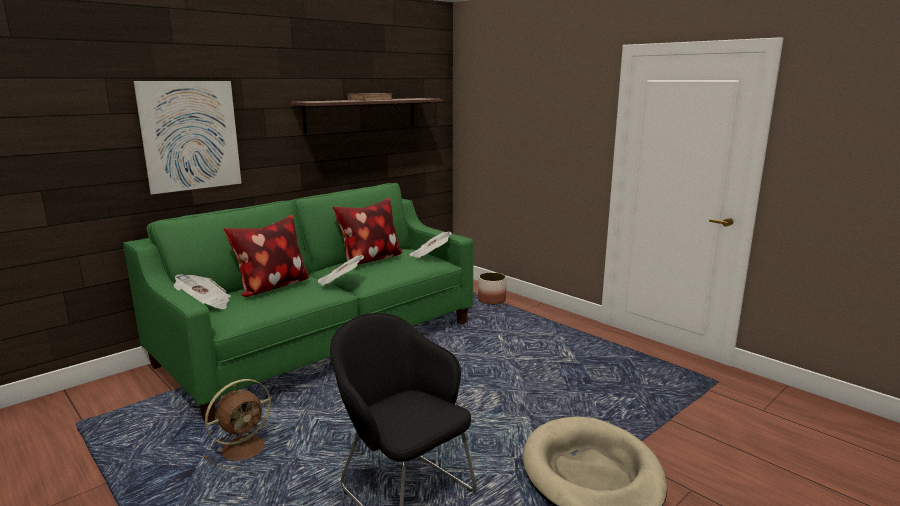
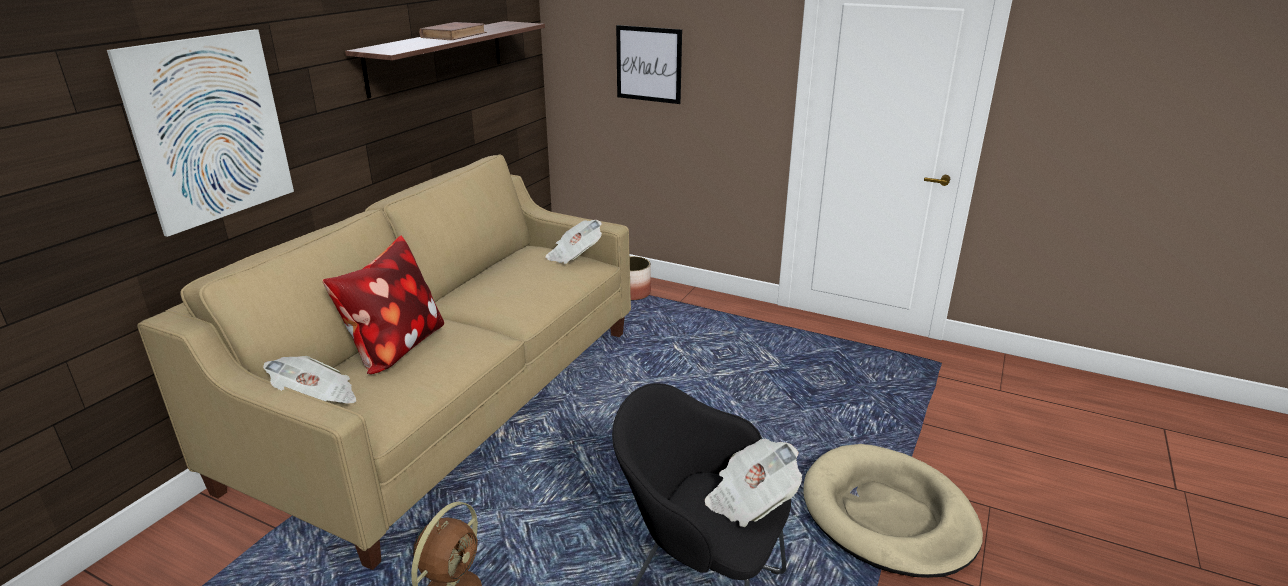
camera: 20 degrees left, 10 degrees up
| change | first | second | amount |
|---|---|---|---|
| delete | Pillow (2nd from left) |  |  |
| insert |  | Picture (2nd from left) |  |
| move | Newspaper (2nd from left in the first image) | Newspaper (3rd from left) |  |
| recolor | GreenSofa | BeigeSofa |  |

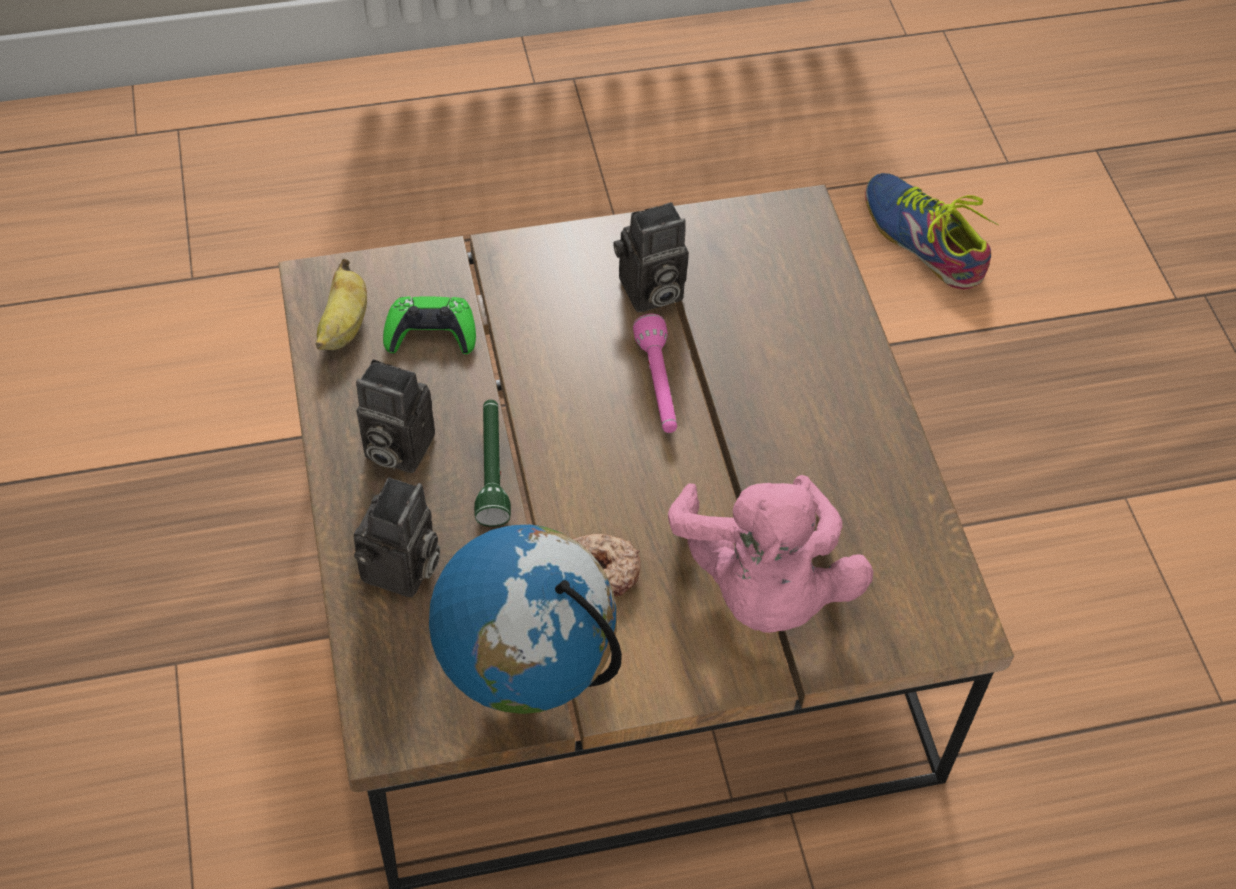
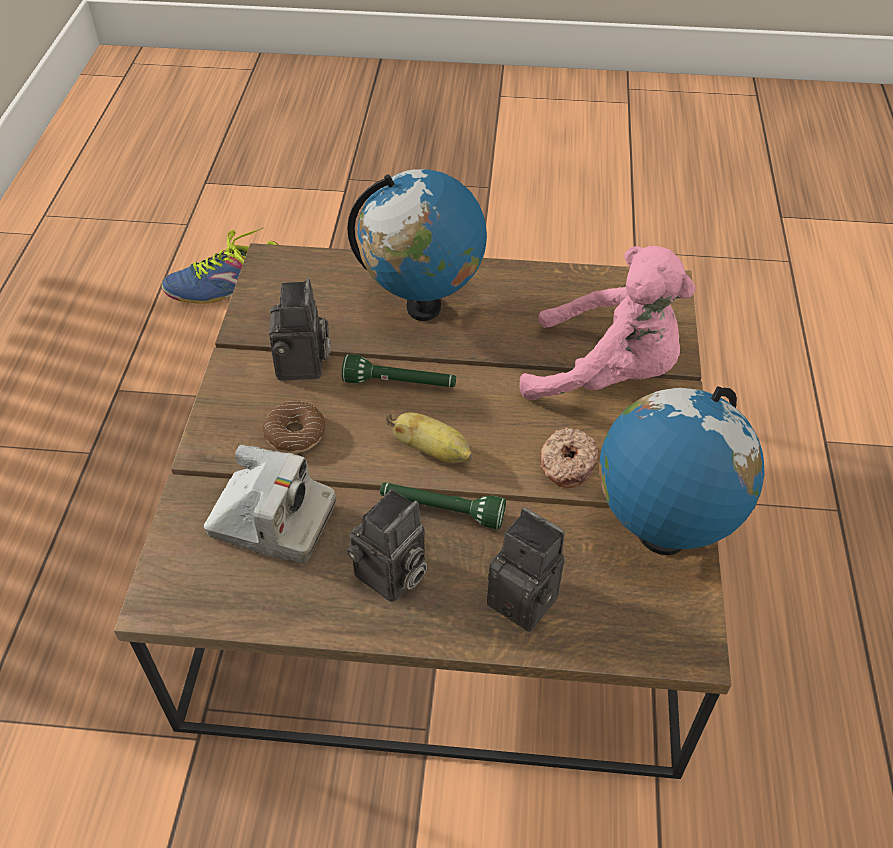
camera: 70 degrees left, 5 degrees down
| change | first | second | amount |
|---|---|---|---|
| insert |  | Donut (1st from left) |  |
| insert |  | Globe (1st from left) |  |
| move | Banana |  |  |
| replace | GreenGameController | PhotoCamera (1st from left) |  |
| recolor | PinkFlashlight | GreenFlashlight (1st from left) |  |

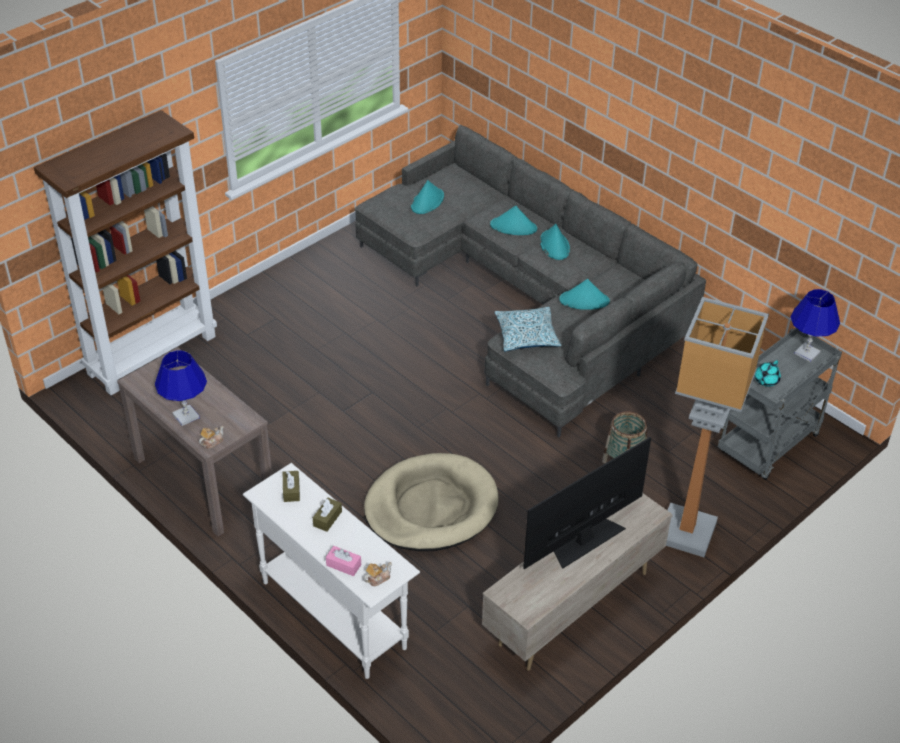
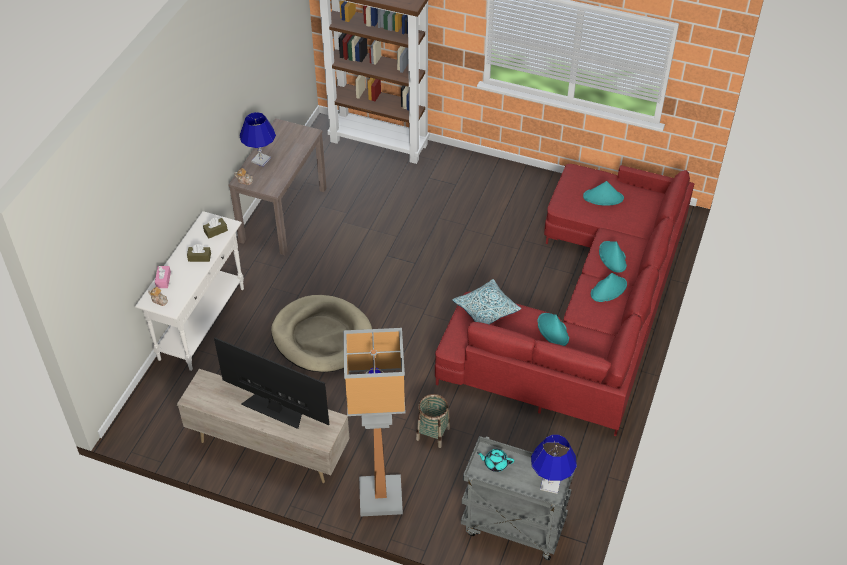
camera: 65 degrees right, 5 degrees up
| change | first | second | amount |
|---|---|---|---|
| recolor | GreySofa | RedSofa |  |

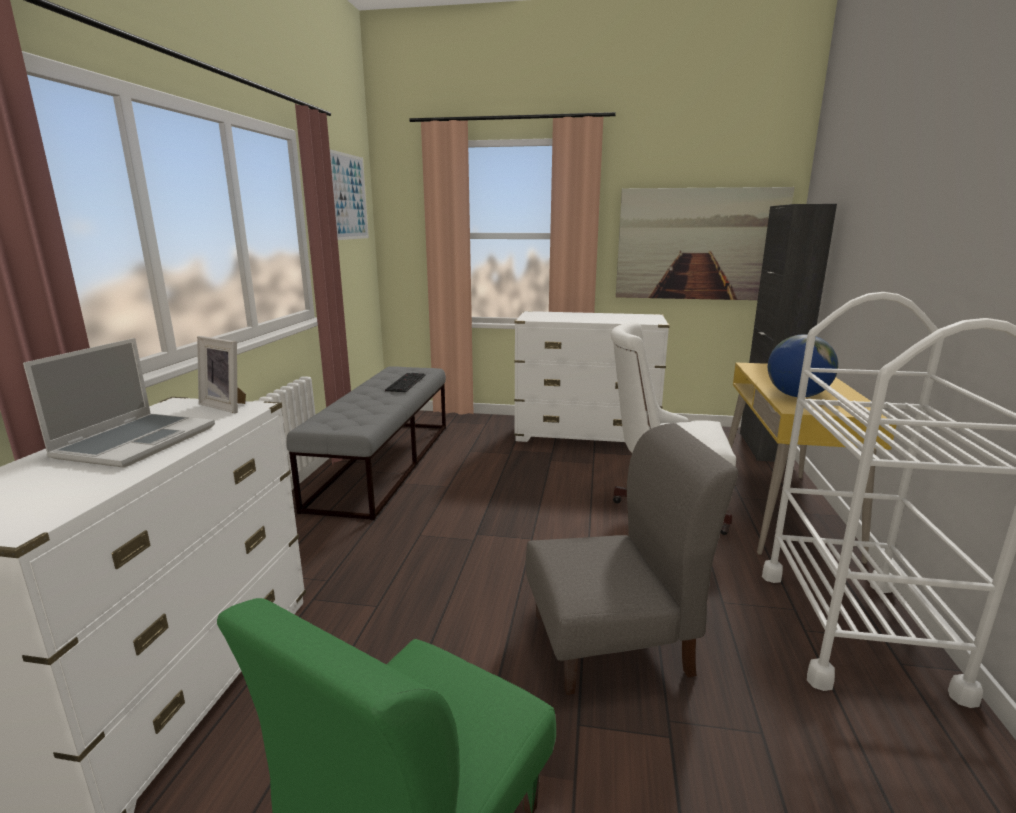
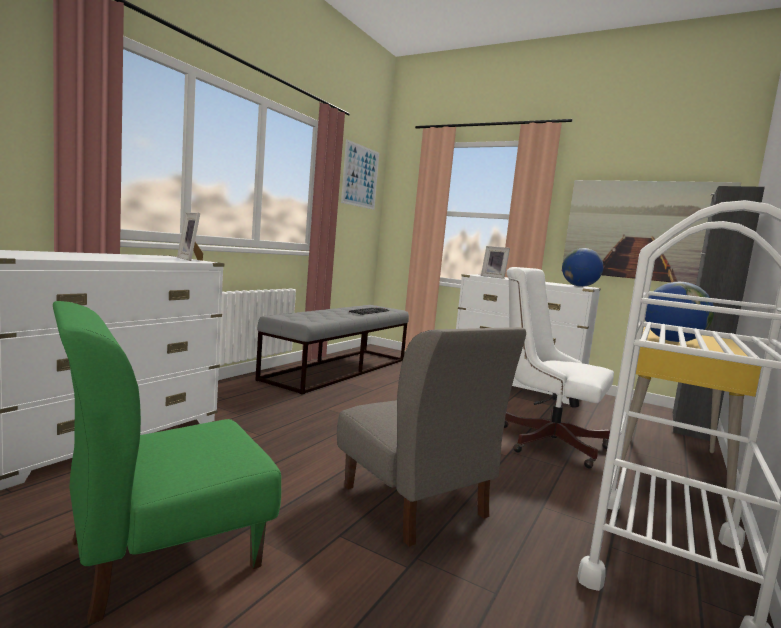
camera: 20 degrees right, 10 degrees down
| change | first | second | amount |
|---|---|---|---|
| delete | Laptop |  |  |
| insert |  | PictureFrame (2nd from left) |  |
| insert |  | Globe (1st from left) |  |
| rotate | GreyChair |  | 45 degrees clockwise |

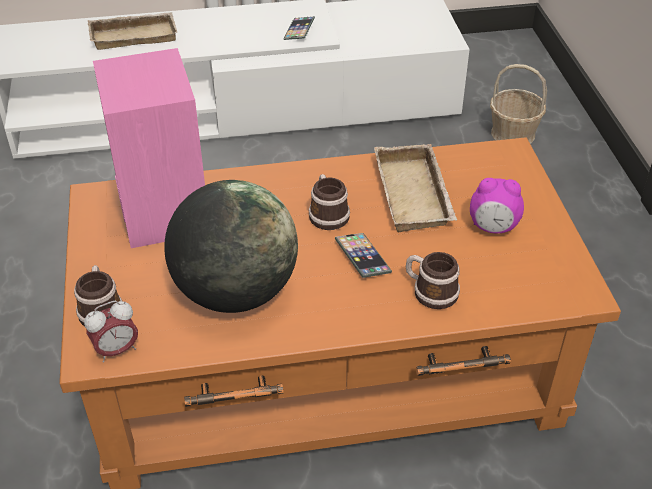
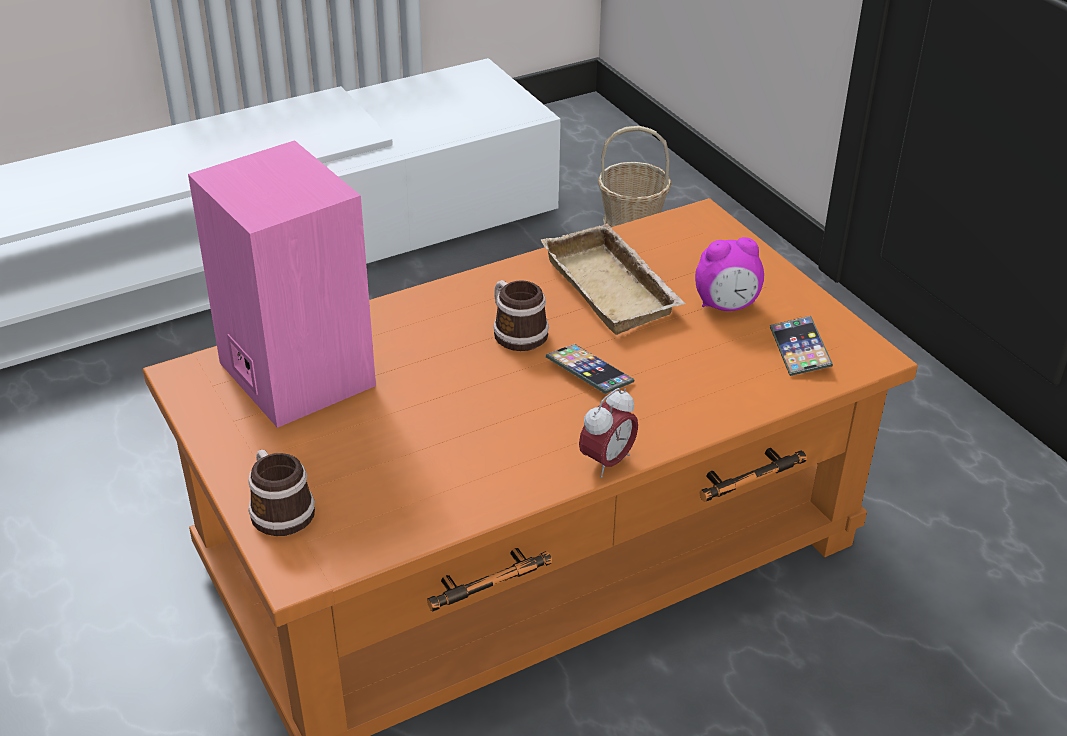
camera: 20 degrees left, 5 degrees down
| change | first | second | amount |
|---|---|---|---|
| delete | BeigeTray (1st from left) |  |  |
| delete | Globe |  |  |
| delete | Mug (3rd from left) |  |  |
| move | AlarmClock (1st from left) |  |  |
| move | Phone (1st from left in the first image) | Phone (2nd from left) |  |

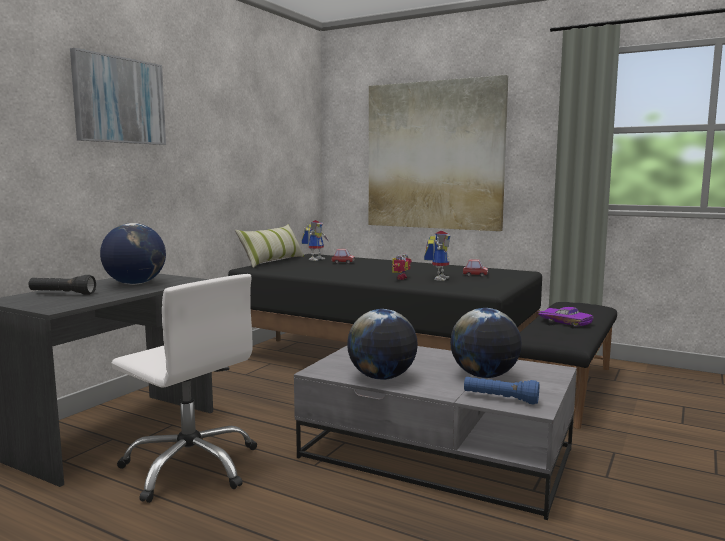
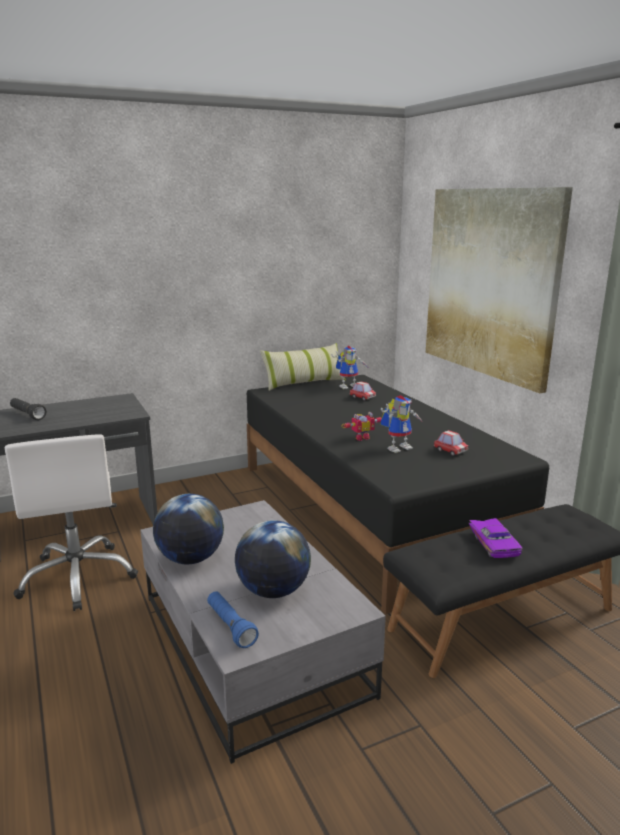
camera: 35 degrees right, 10 degrees up
| change | first | second | amount |
|---|---|---|---|
| delete | Picture (1st from left) |  |  |
| delete | Globe (1st from left) |  |  |

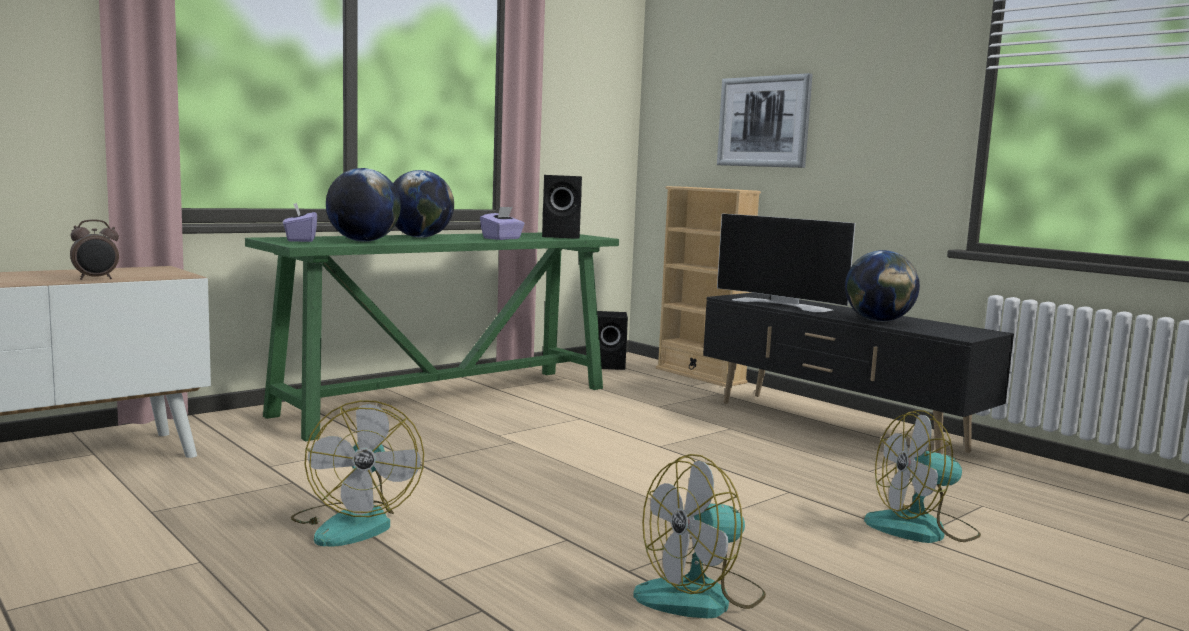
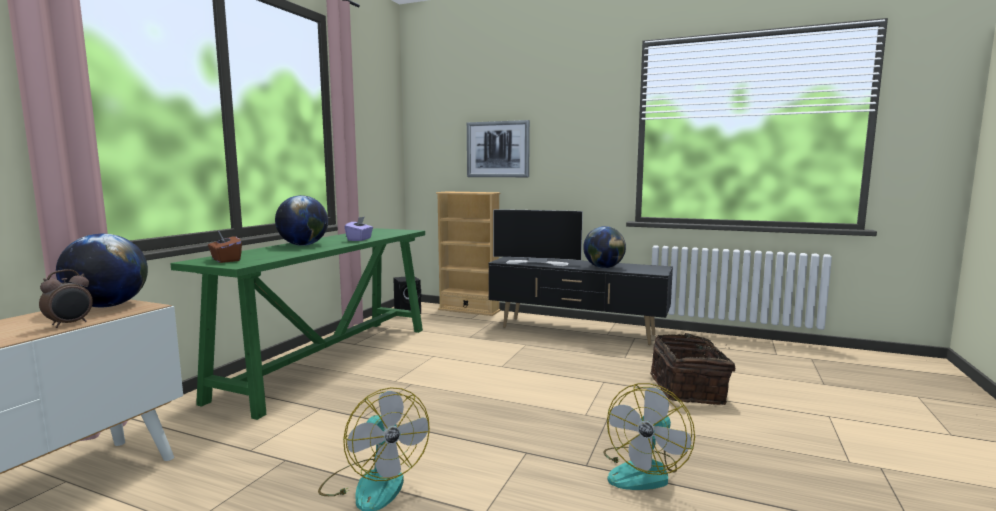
camera: 25 degrees left, 0 degrees up
| change | first | second | amount |
|---|---|---|---|
| delete | BlackSpeaker (1st from left) |  |  |
| move | Globe (1st from left) |  |  |
| replace | Fan (3rd from left) | Basket |  |
| recolor | PurpleTissueBox (1st from left) | BrownTissueBox |  |

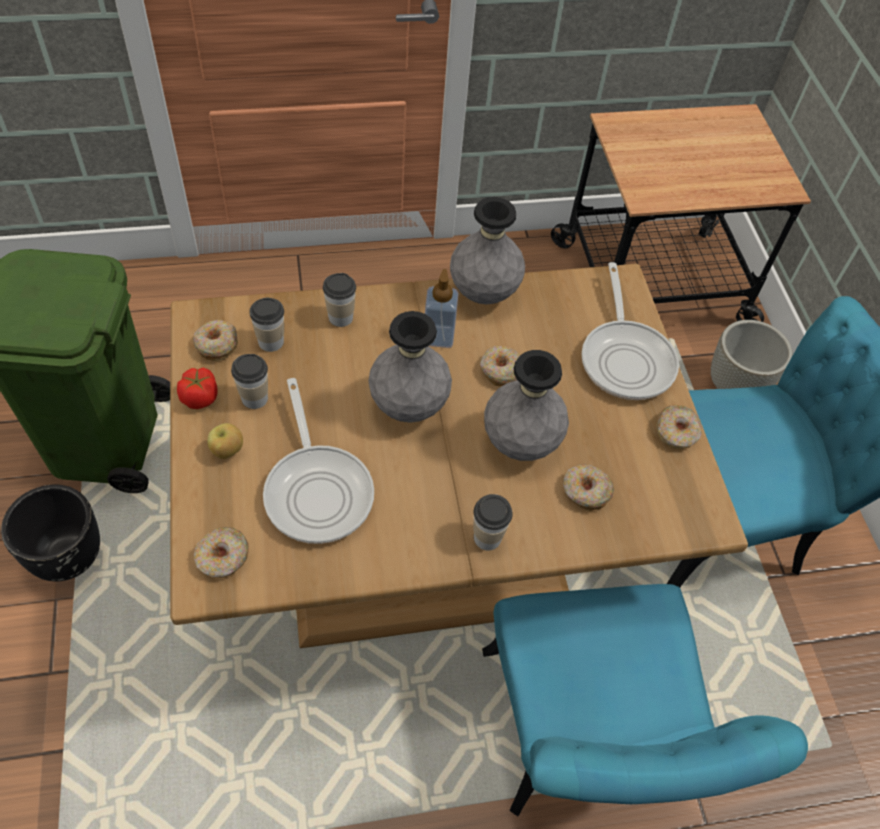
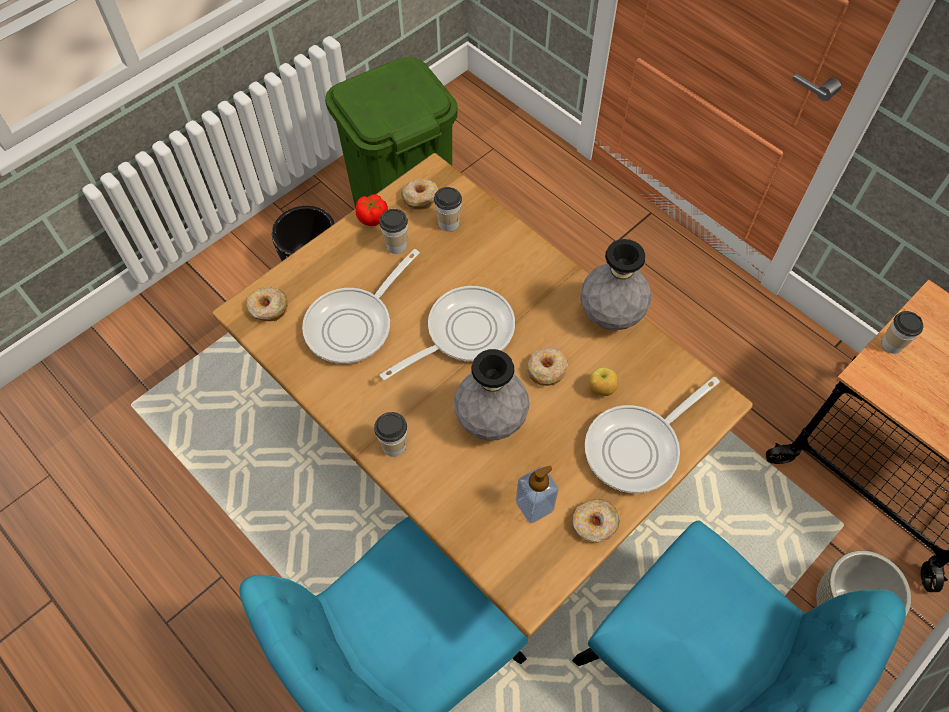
camera: 60 degrees right, 5 degrees up
| change | first | second | amount |
|---|---|---|---|
| delete | Donut (4th from left) |  |  |
| move | Apple |  |  |
| move | Cup (3rd from left in the first image) | Cup (4th from left) |  |
| move | SoapDispenser |  |  |
| replace | GreyVase (1st from left) | FryingPan (2nd from left) |  |

